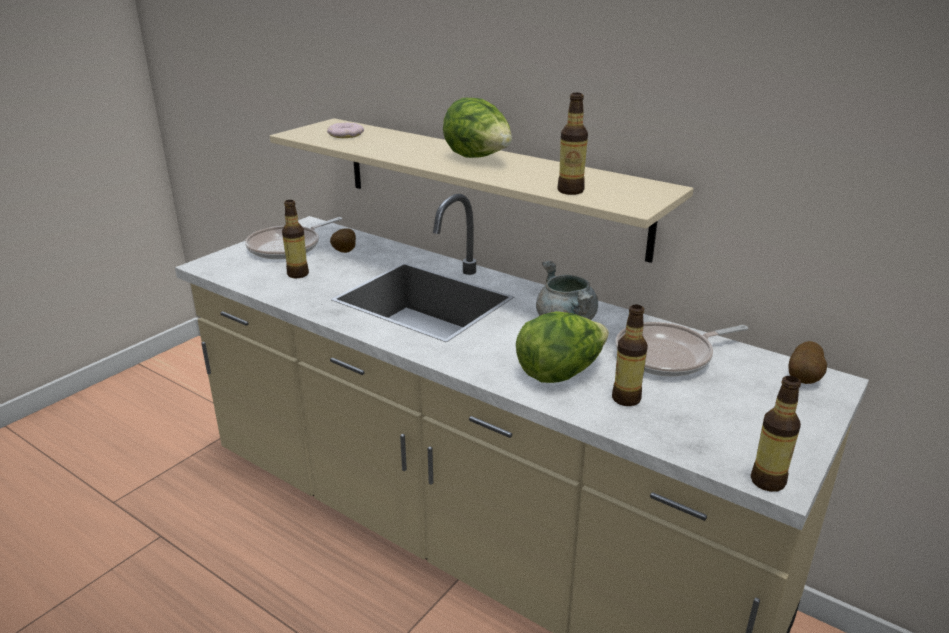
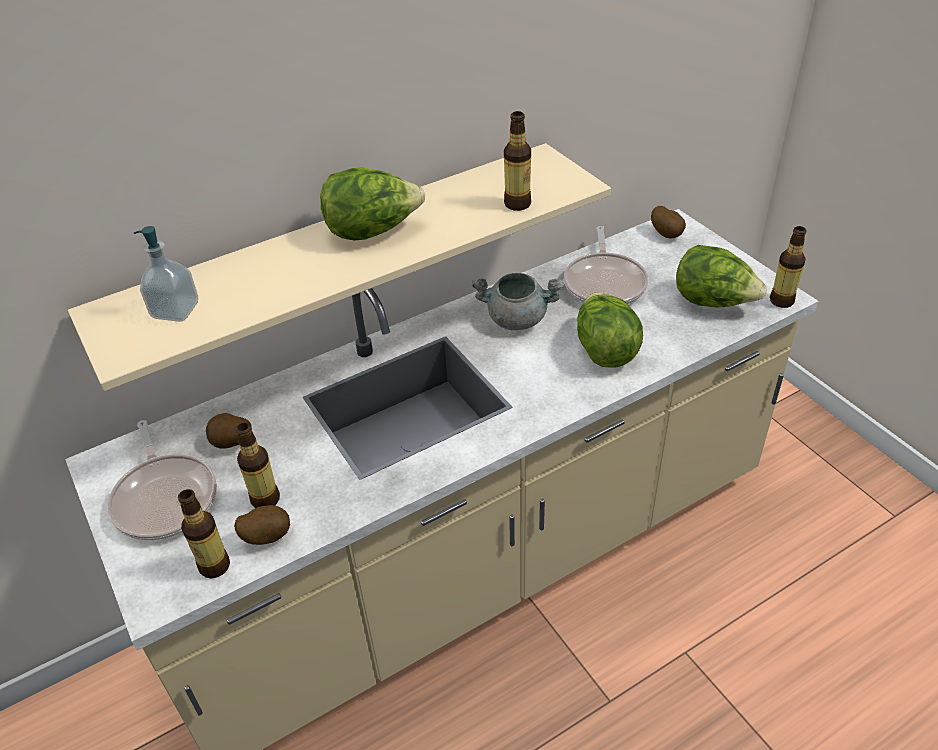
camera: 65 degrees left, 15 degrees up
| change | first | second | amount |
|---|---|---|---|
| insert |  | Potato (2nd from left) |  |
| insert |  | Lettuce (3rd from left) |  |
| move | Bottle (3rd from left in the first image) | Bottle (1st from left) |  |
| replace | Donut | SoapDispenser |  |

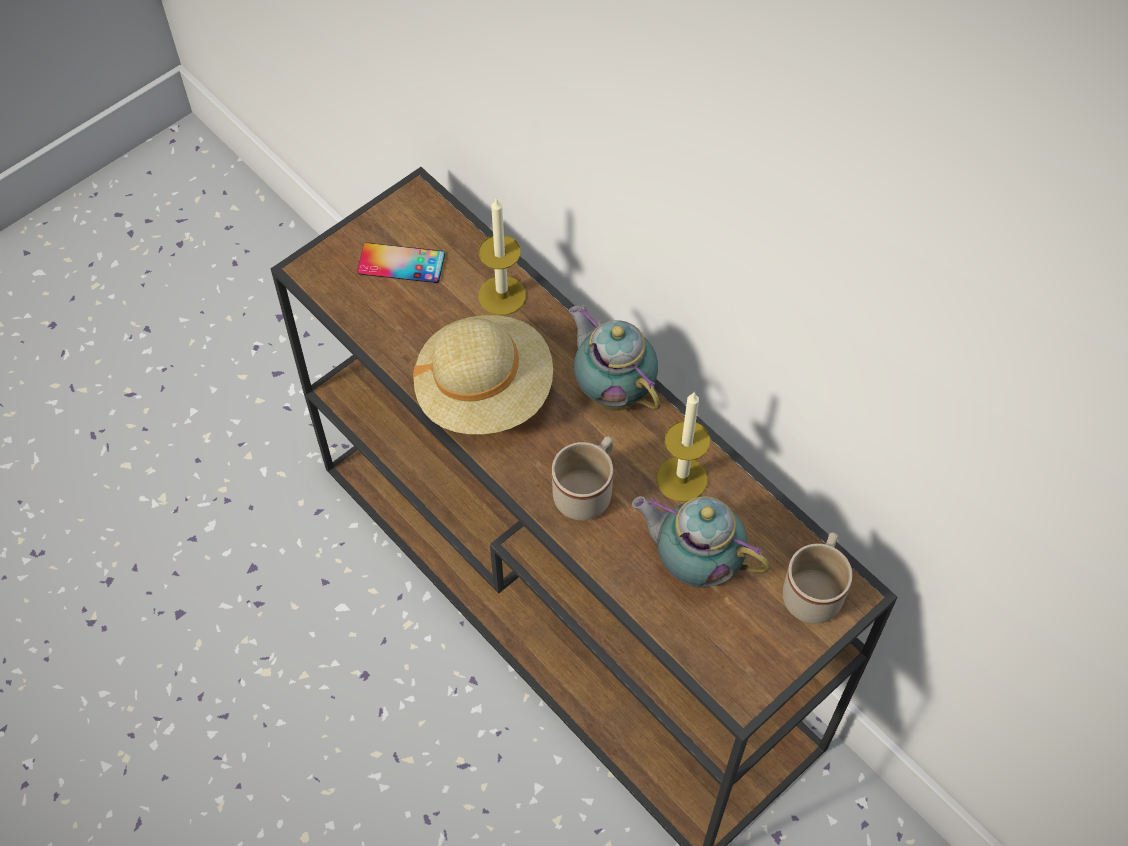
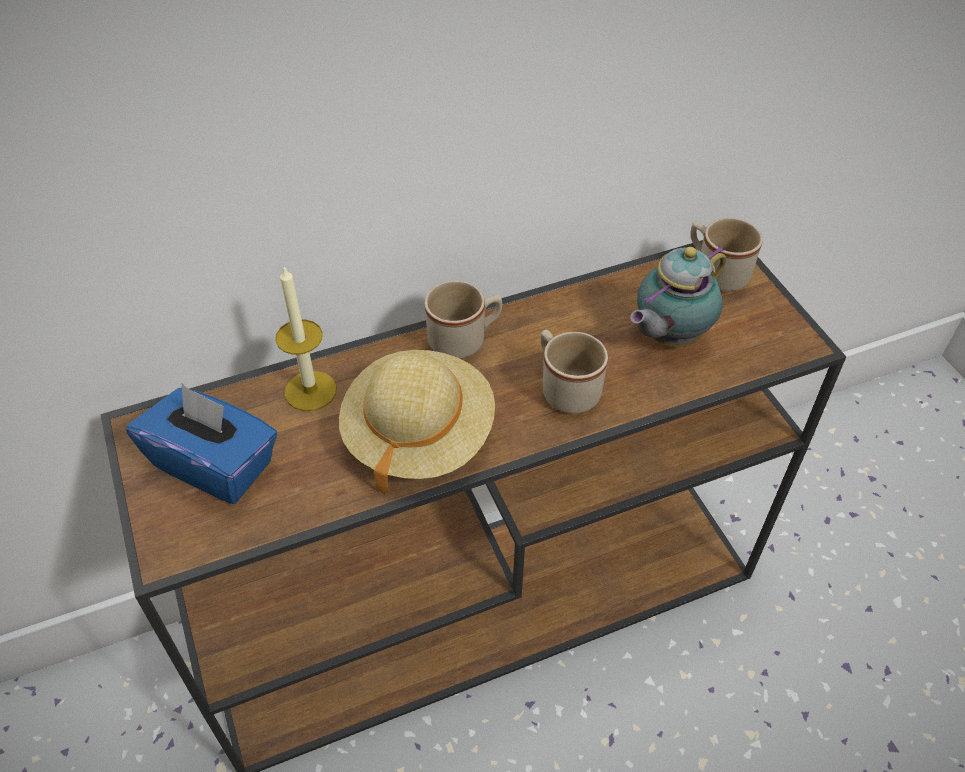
camera: 70 degrees left, 10 degrees down
| change | first | second | amount |
|---|---|---|---|
| delete | Candle (2nd from left) |  |  |
| replace | Phone | BlueTissueBox |  |
| replace | Teapot (1st from left) | BeigeMug (1st from left) |  |

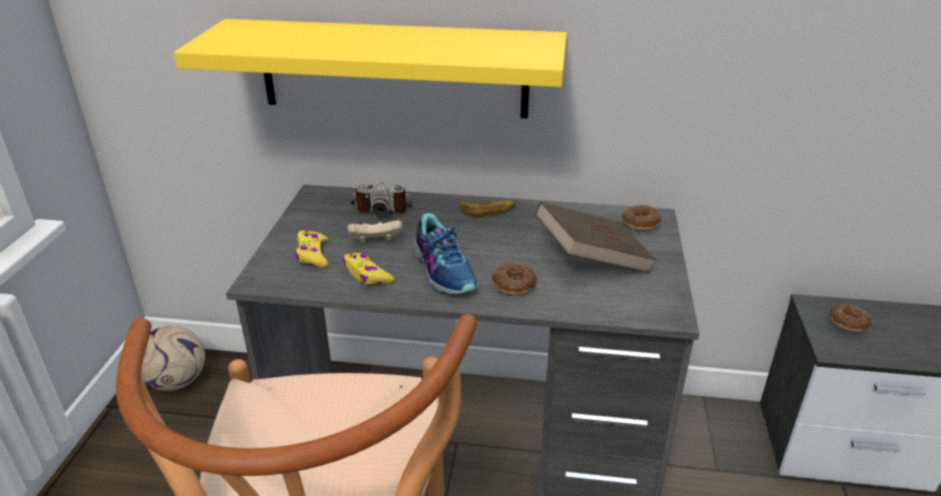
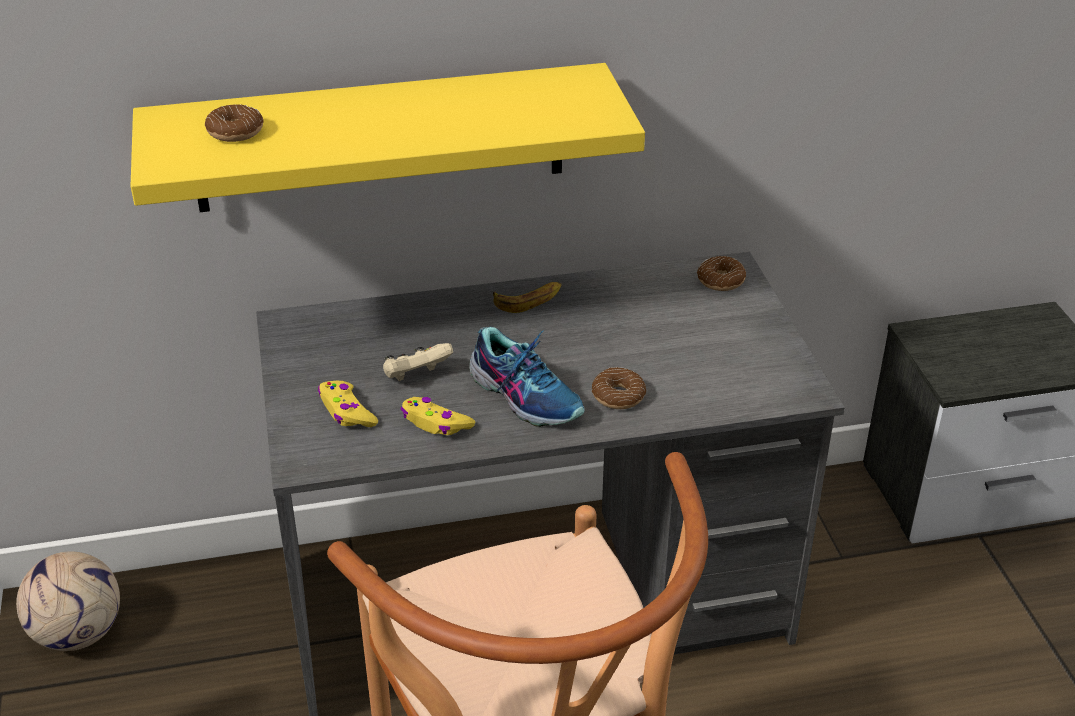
camera: 20 degrees left, 5 degrees up
| change | first | second | amount |
|---|---|---|---|
| delete | PhotoCamera |  |  |
| delete | BrownBook |  |  |
| move | Donut (3rd from left in the first image) | Donut (1st from left) |  |

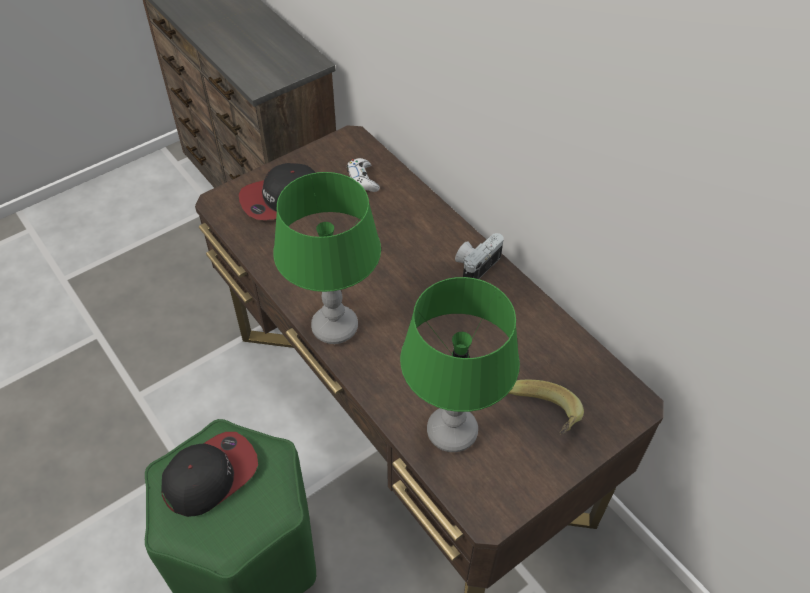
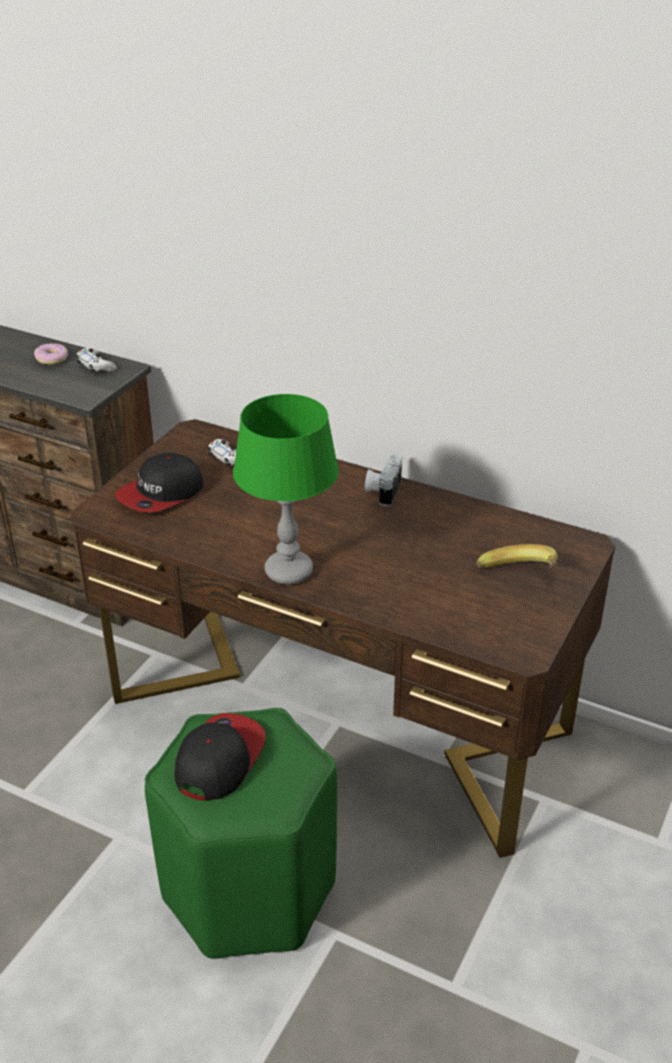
camera: 25 degrees left, 15 degrees down
| change | first | second | amount |
|---|---|---|---|
| delete | GreenTableLamp (2nd from left) |  |  |
| insert |  | Donut |  |
| insert |  | WhiteGameController (1st from left) |  |

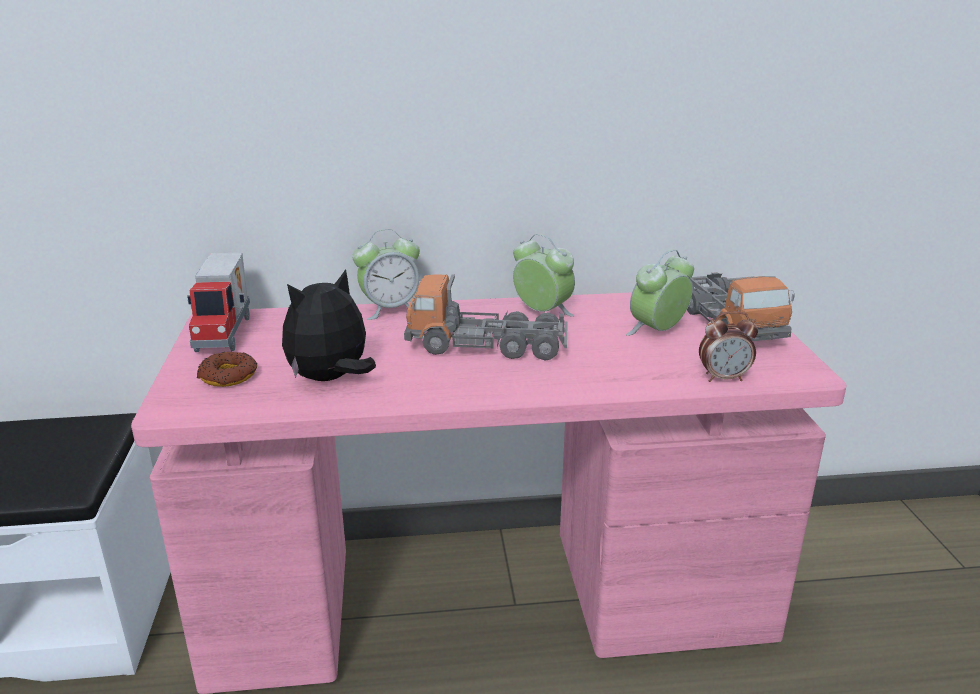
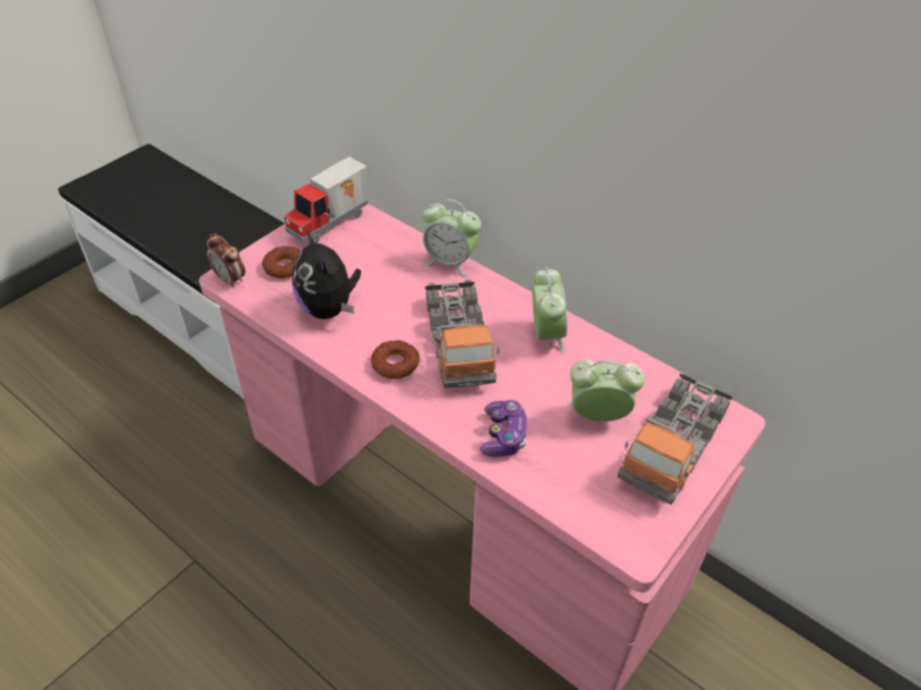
camera: 45 degrees right, 20 degrees up
| change | first | second | amount |
|---|---|---|---|
| insert |  | Donut (2nd from left) |  |
| insert |  | GameController |  |
| move | AlarmClock (4th from left in the first image) | AlarmClock (1st from left) |  |
| rotate | PlushToy |  | 120 degrees counterclockwise |
| rotate | ToyTruck (2nd from left) |  | 150 degrees counterclockwise |

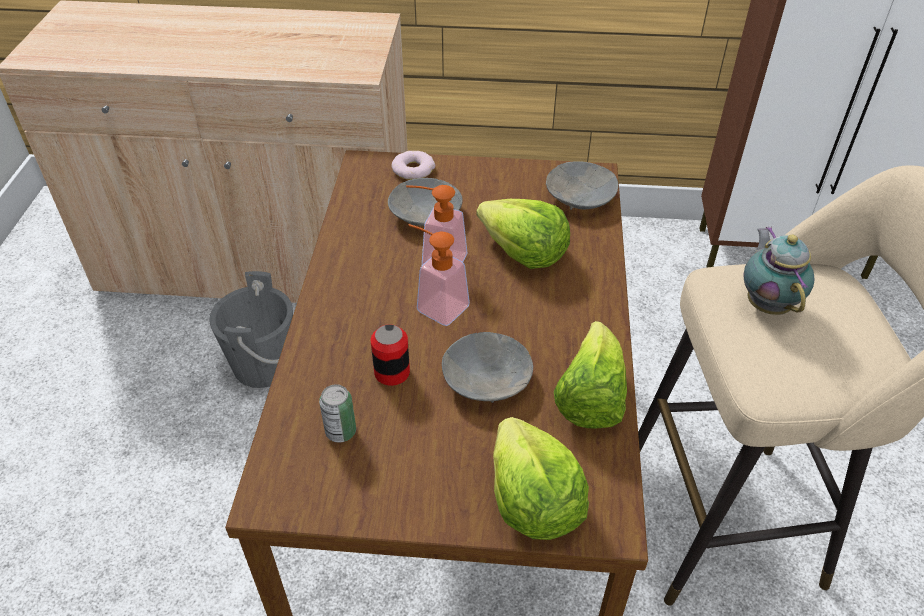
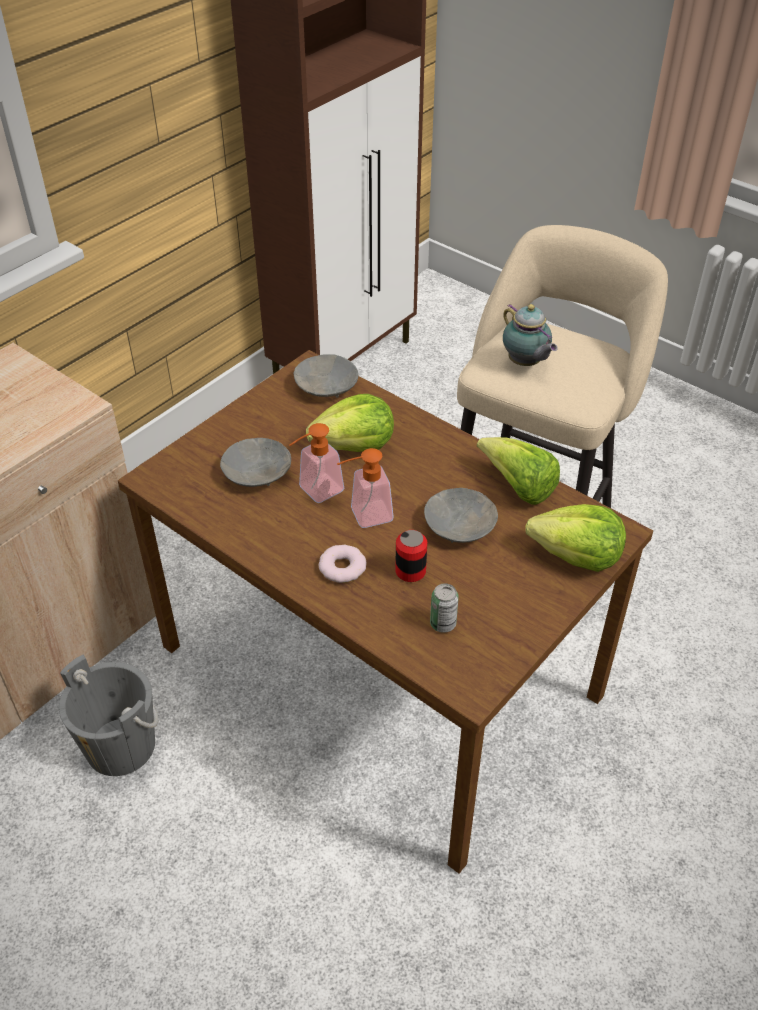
camera: 55 degrees left, 0 degrees up
| change | first | second | amount |
|---|---|---|---|
| move | Donut |  |  |
| rotate | Teapot |  | 150 degrees counterclockwise |

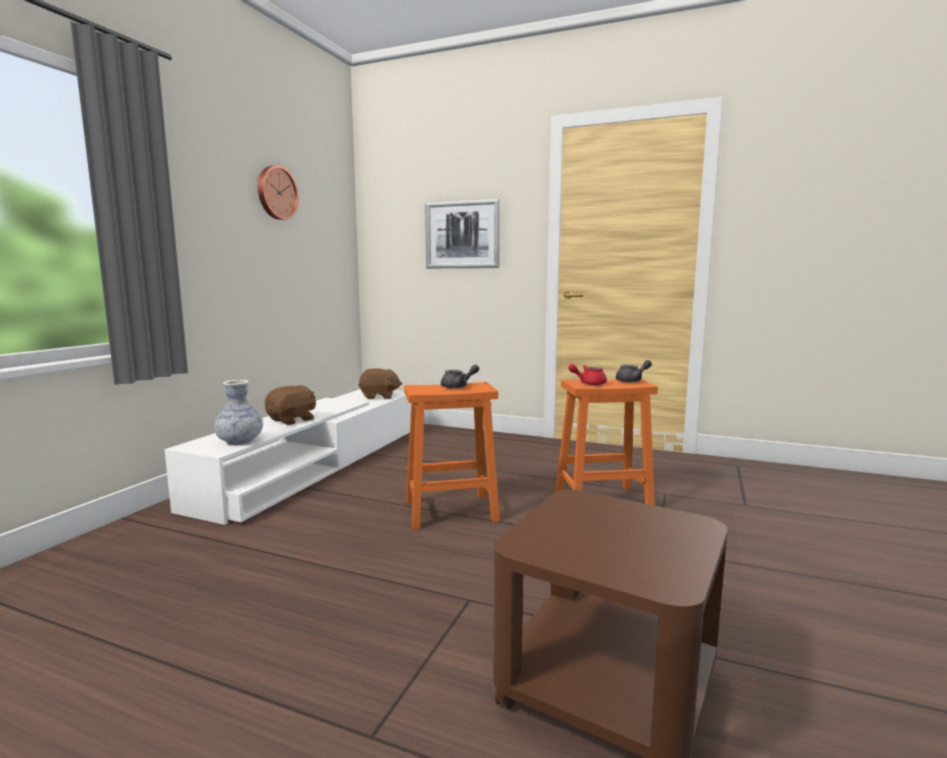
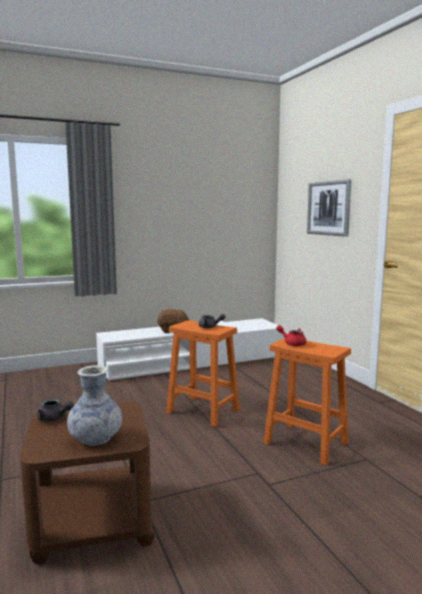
camera: 45 degrees right, 0 degrees up
| change | first | second | amount |
|---|---|---|---|
| delete | WallClock |  |  |
| delete | BrownPlushToy (2nd from left) |  |  |
| move | Vase |  |  |
| move | GreyTeapot (2nd from left in the first image) | GreyTeapot (1st from left) |  |

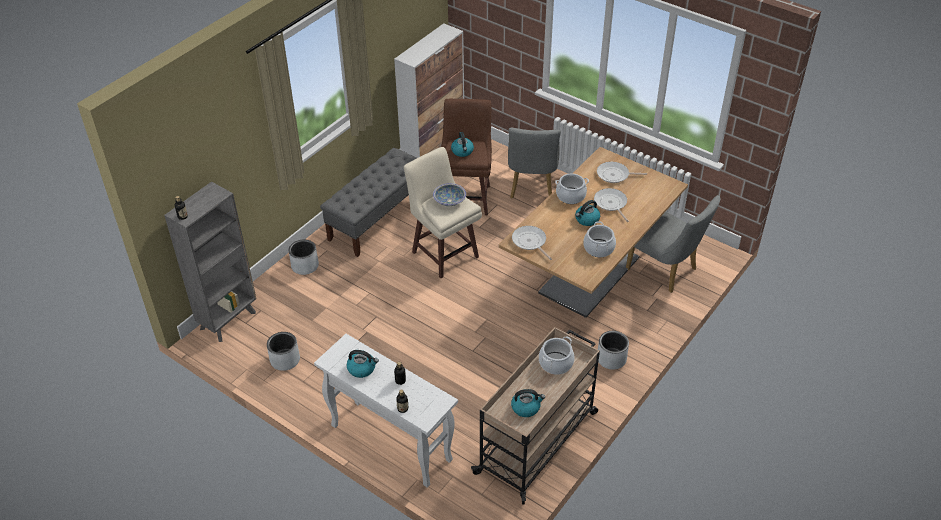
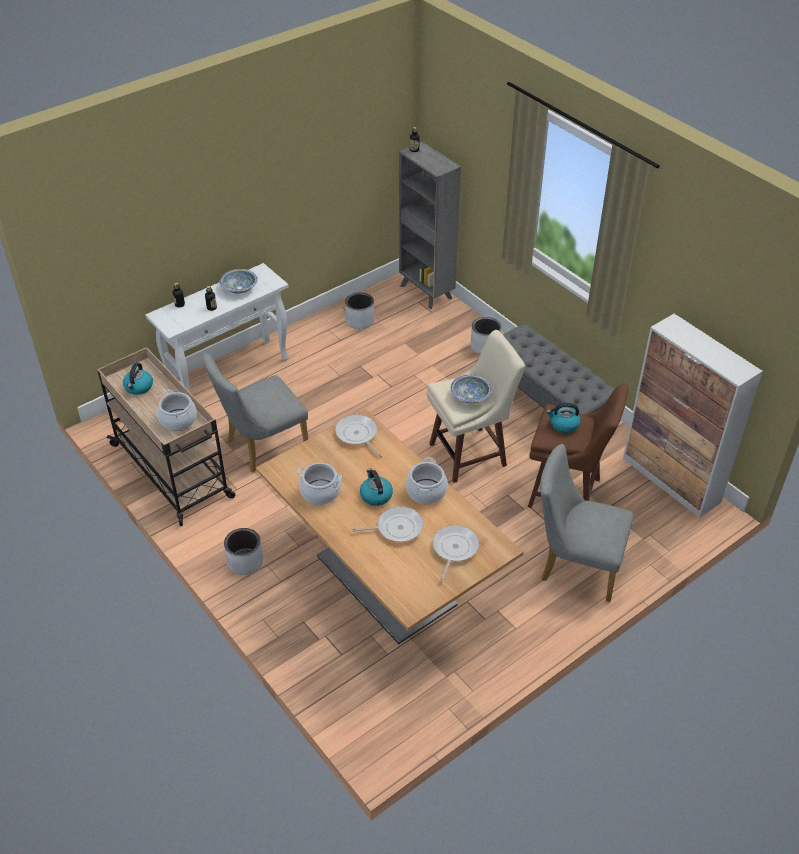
camera: 105 degrees right, 0 degrees up
| change | first | second | amount |
|---|---|---|---|
| move | GreyChair (2nd from left in the first image) | GreyChair (1st from left) |  |
| replace | Kettle (1st from left) | Bowl (1st from left) |  |
| rotate | FryingPan (1st from left) |  | 105 degrees counterclockwise |

